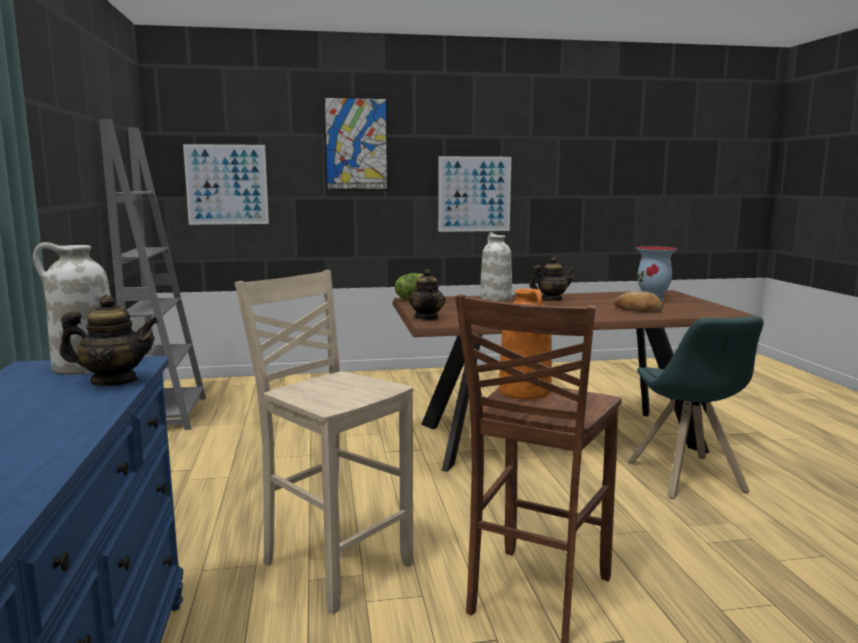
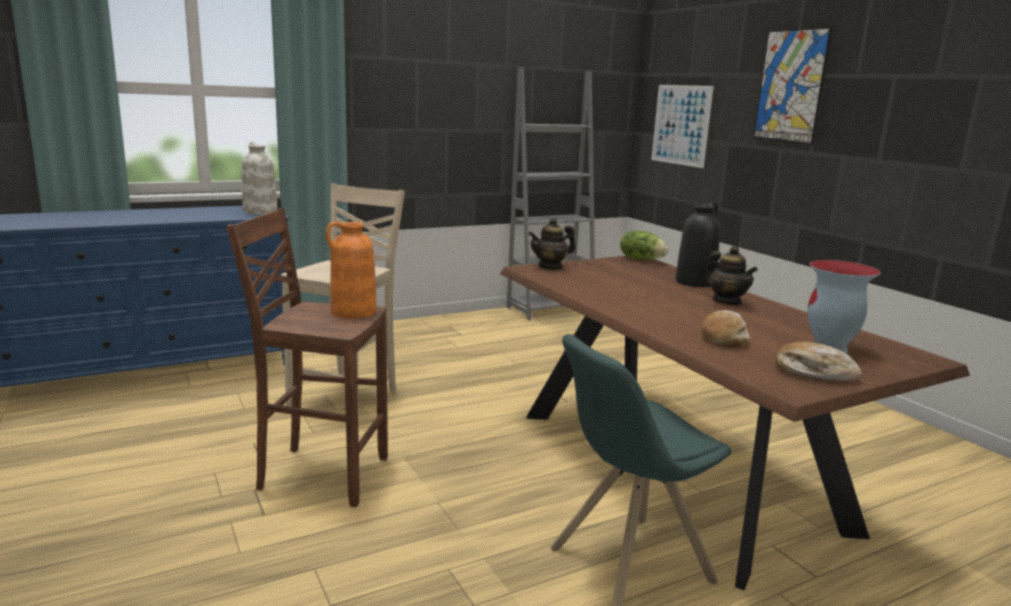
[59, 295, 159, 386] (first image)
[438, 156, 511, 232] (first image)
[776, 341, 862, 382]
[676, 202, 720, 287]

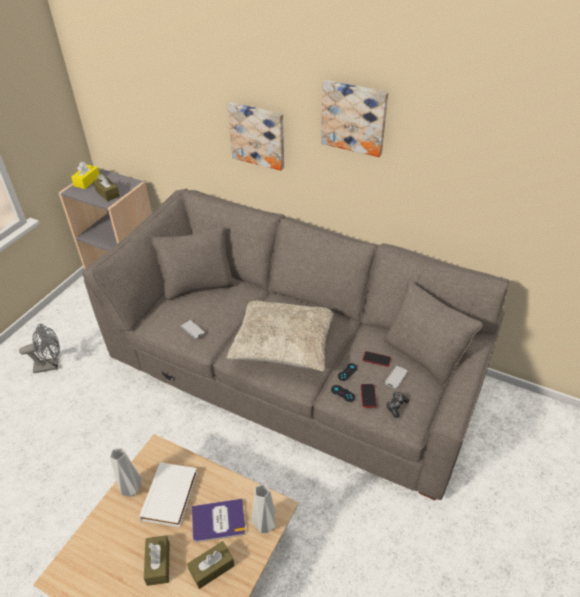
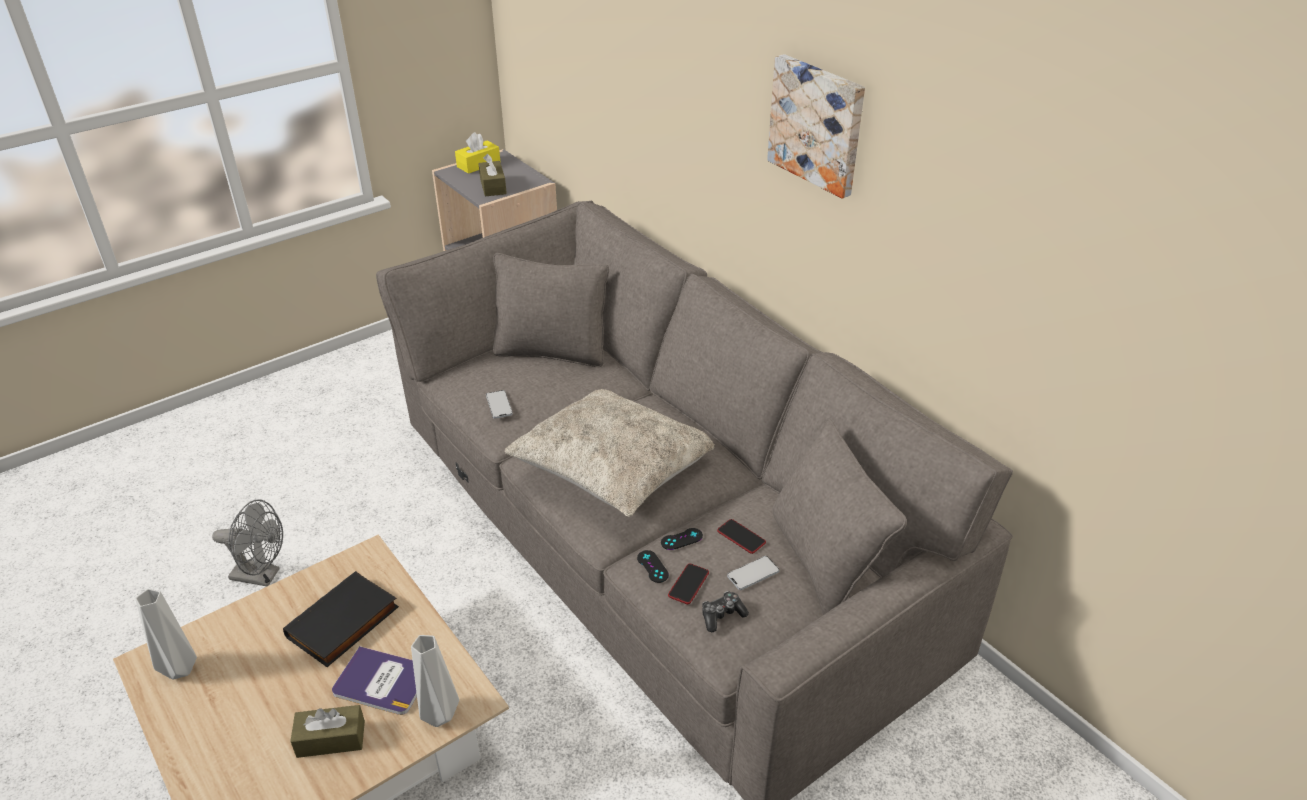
[144, 535, 170, 586] (first image)
[228, 102, 284, 171] (first image)
[212, 499, 283, 586]
[135, 589, 197, 680]
[283, 571, 399, 667]

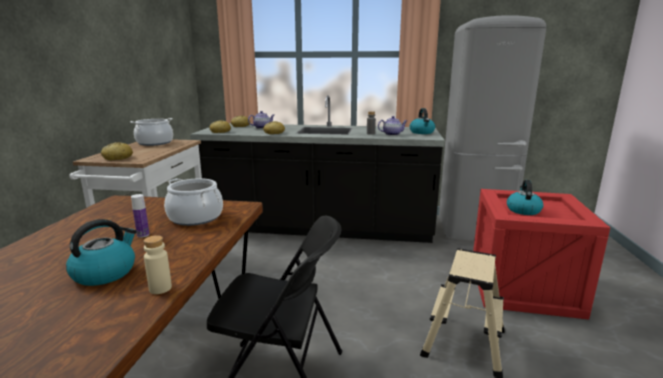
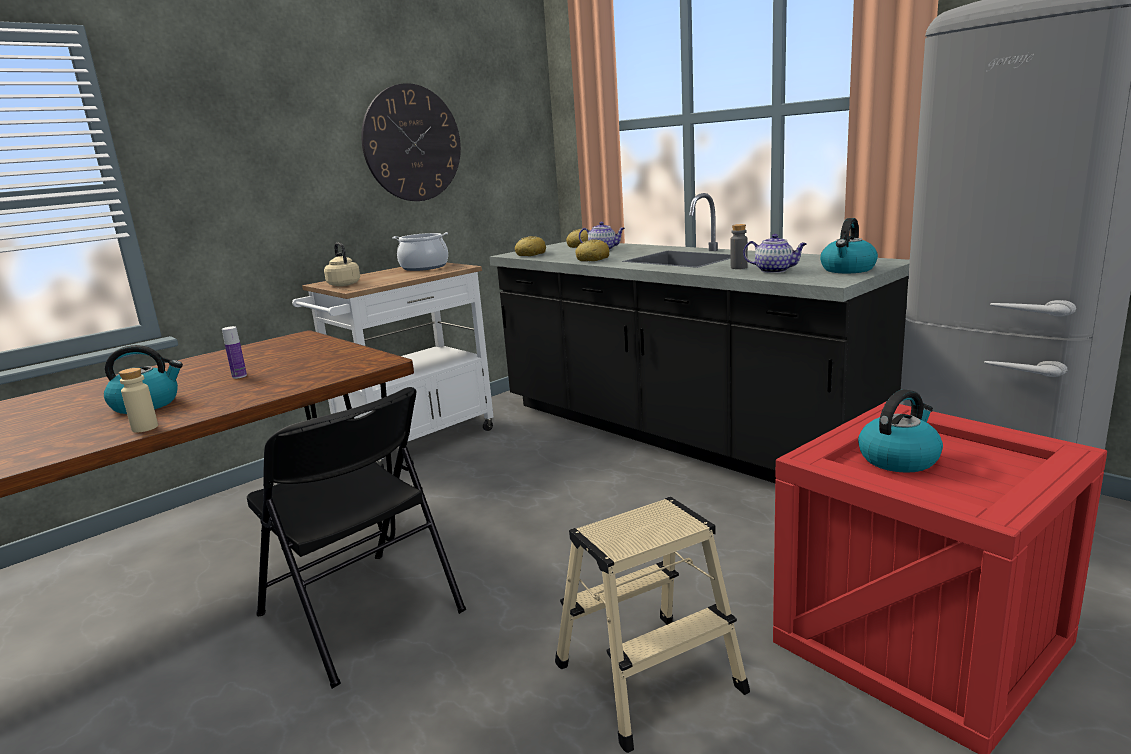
[164, 178, 223, 226] (first image)
[361, 83, 461, 201]
[324, 243, 360, 286]

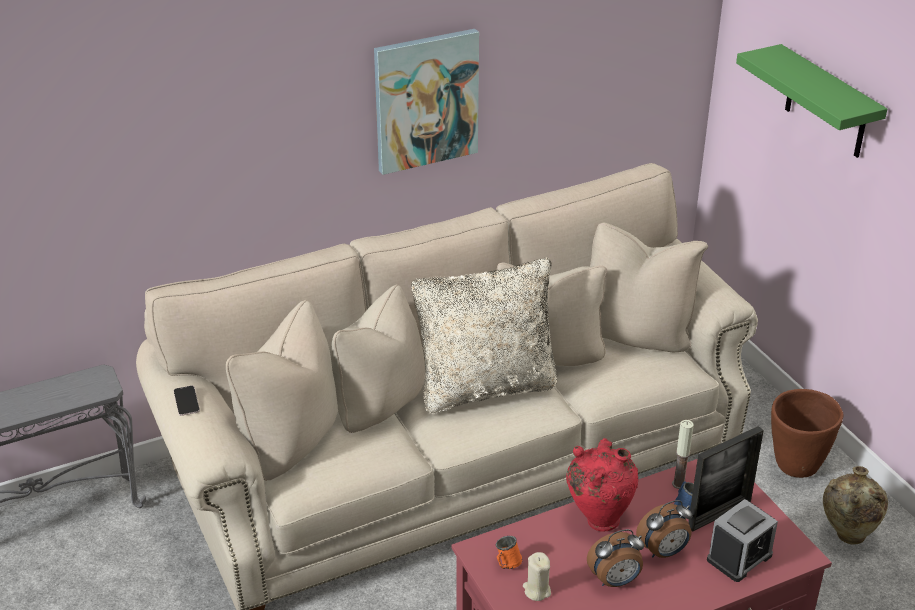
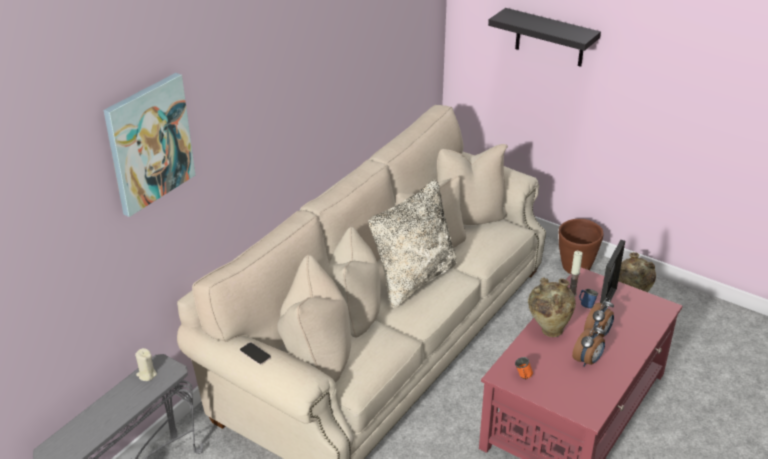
[707, 499, 778, 582] (first image)
[104, 73, 195, 217]
[135, 348, 157, 381]
[528, 277, 576, 337]
[488, 8, 601, 67]

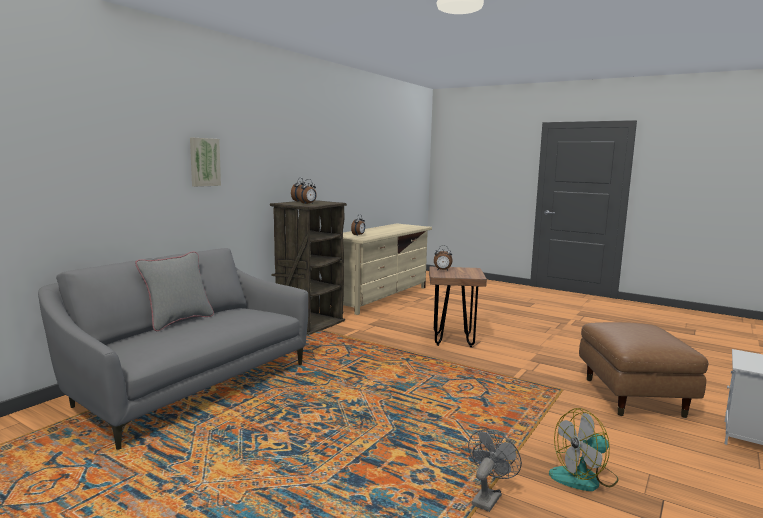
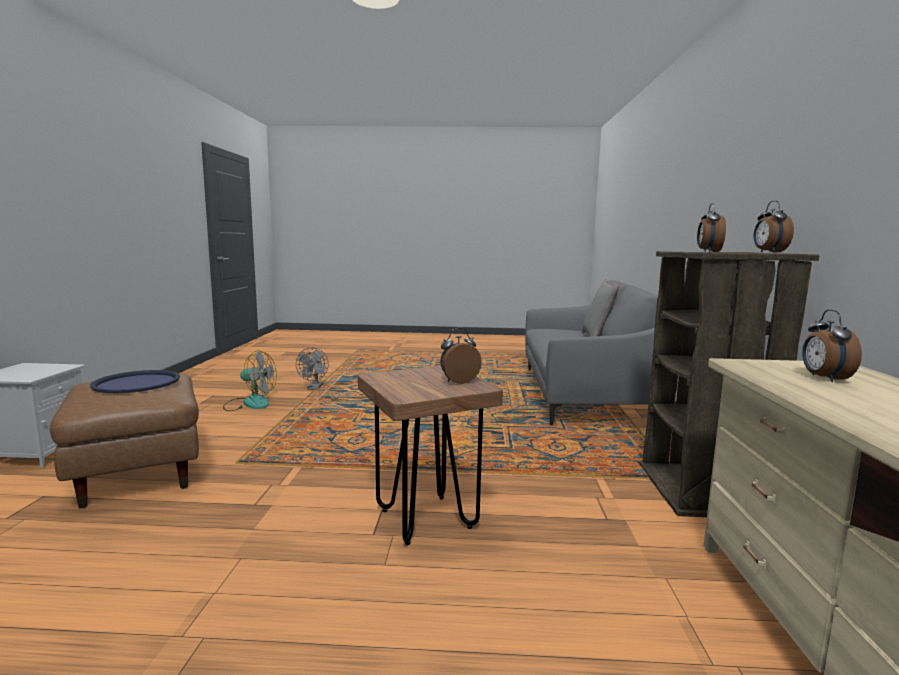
[190, 138, 221, 187] (first image)
[90, 370, 180, 393]
[223, 350, 277, 411]

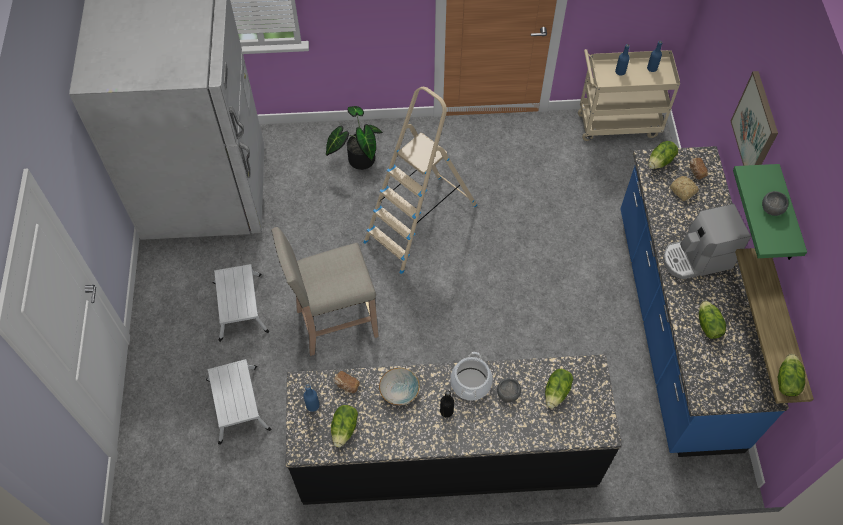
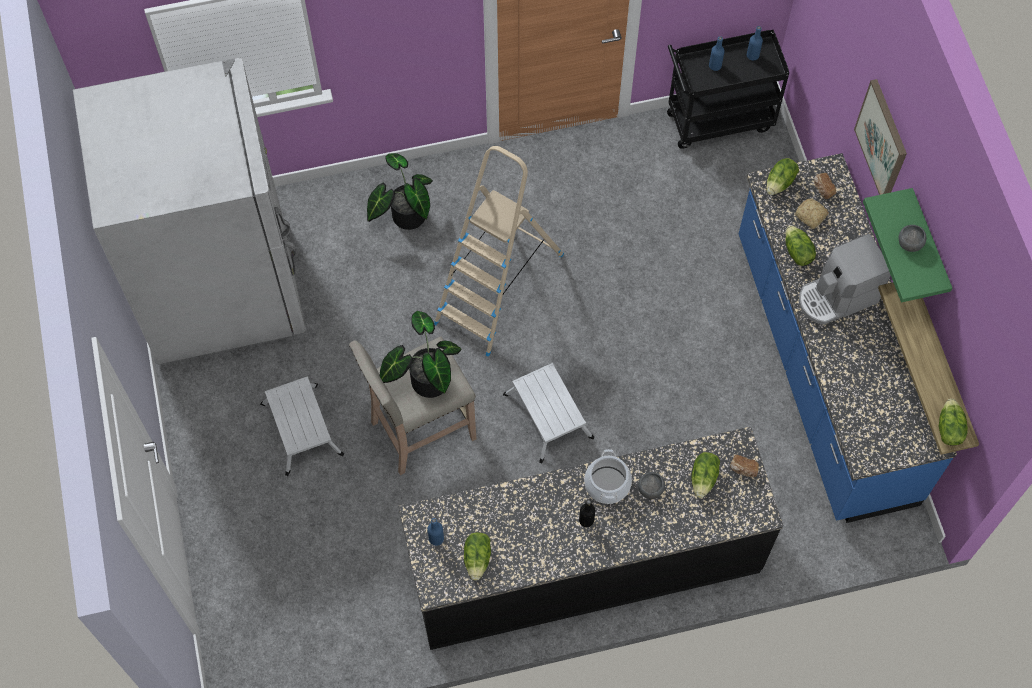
[379, 368, 420, 405] (first image)
[380, 311, 462, 398]
[503, 363, 594, 463]
[730, 455, 759, 477]
[785, 225, 816, 266]
[667, 30, 789, 149]

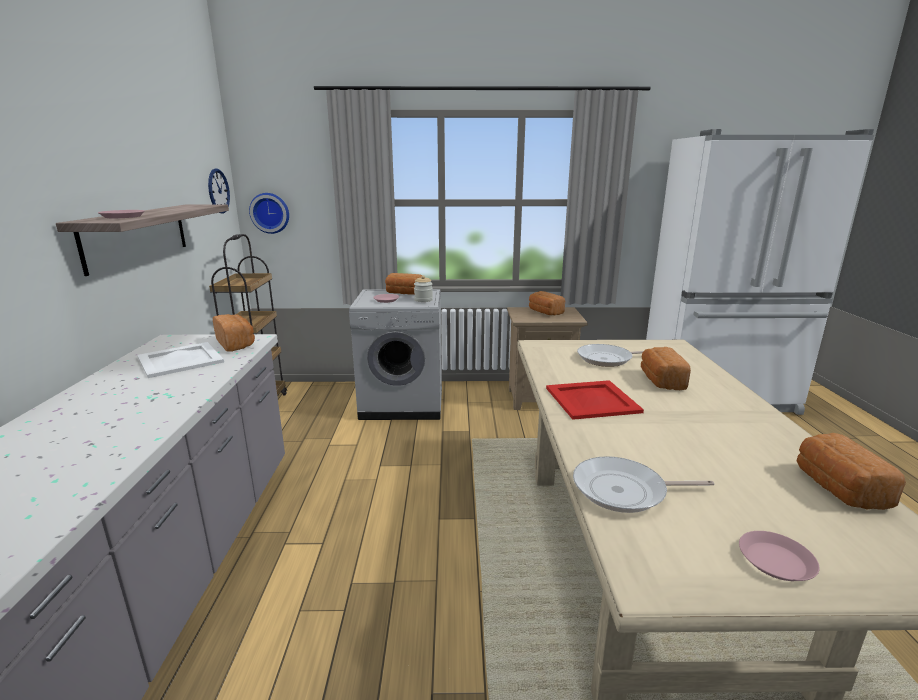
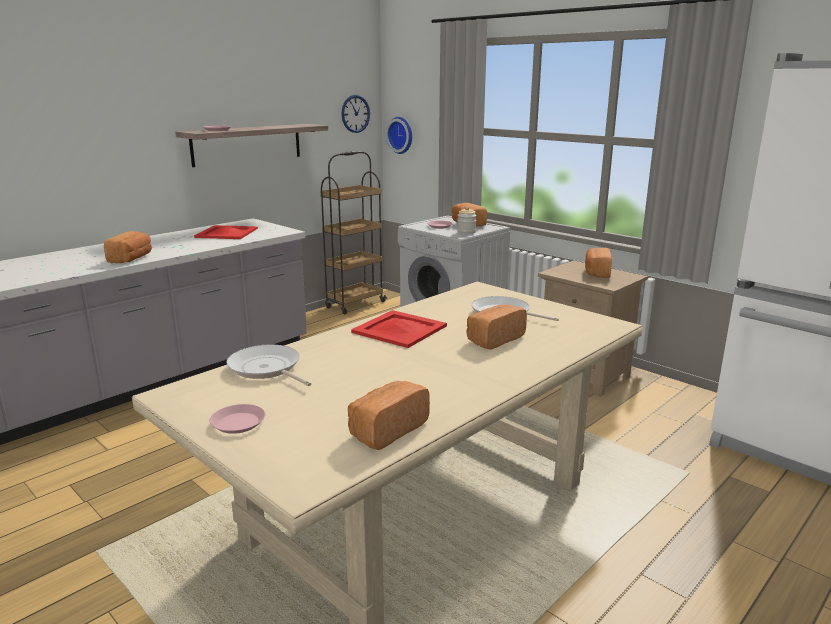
[104, 231, 152, 263]
[194, 225, 258, 239]

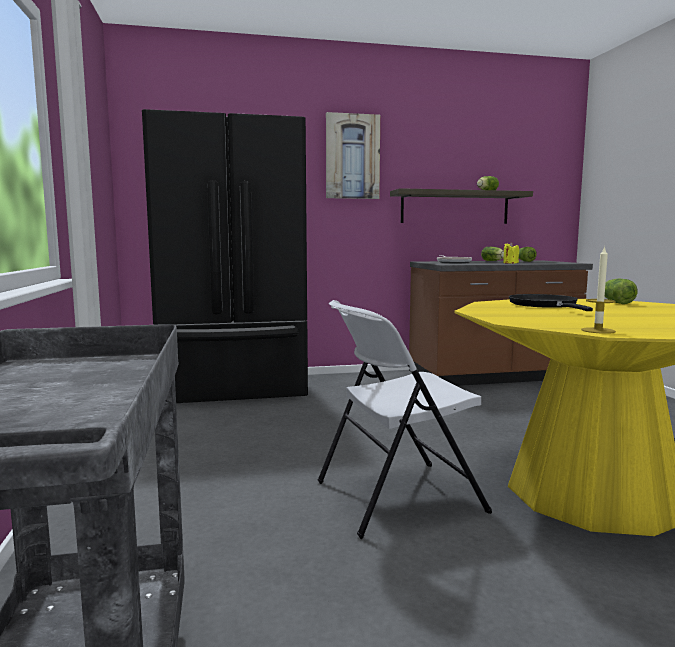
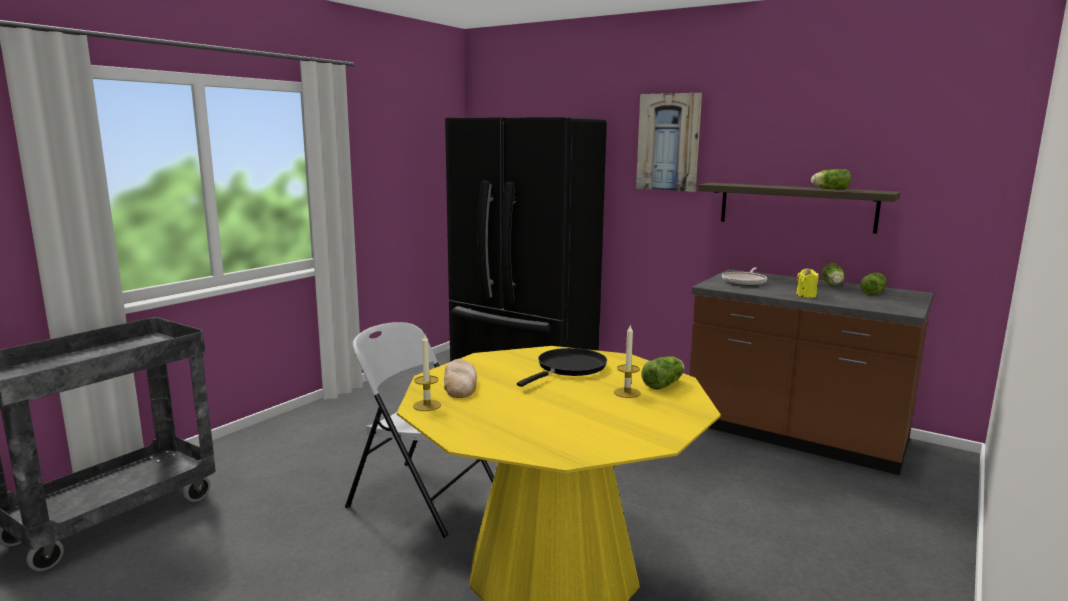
[444, 359, 477, 398]
[614, 324, 641, 398]

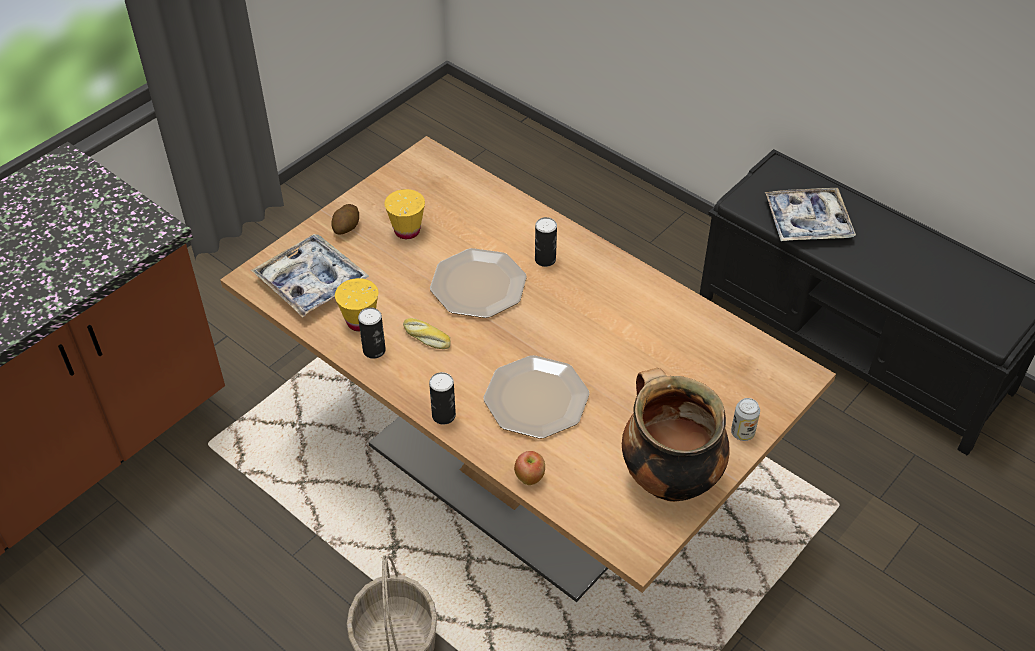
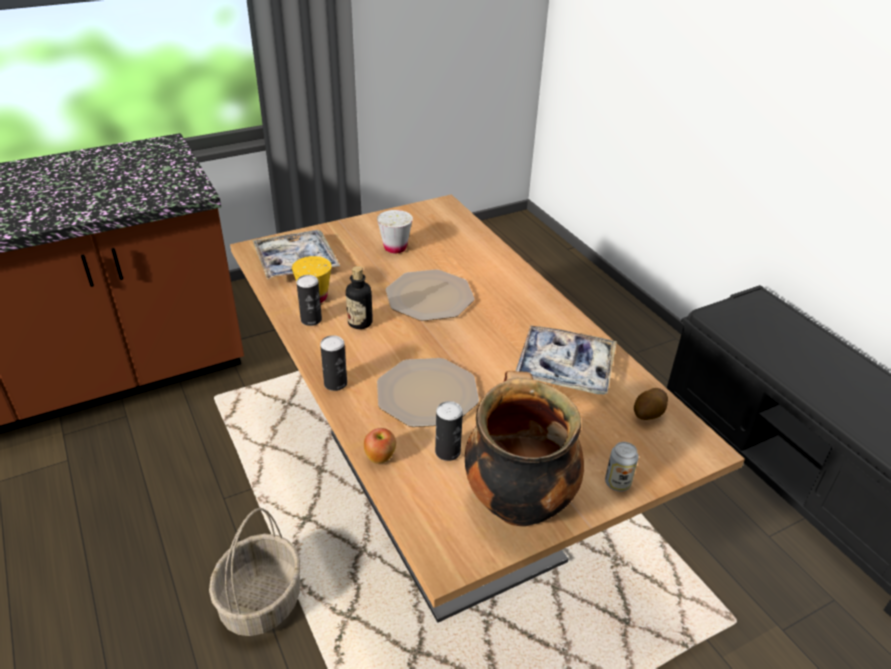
[634, 388, 668, 420]
[435, 401, 463, 461]
[516, 325, 617, 395]
[346, 266, 373, 329]
[377, 210, 413, 253]

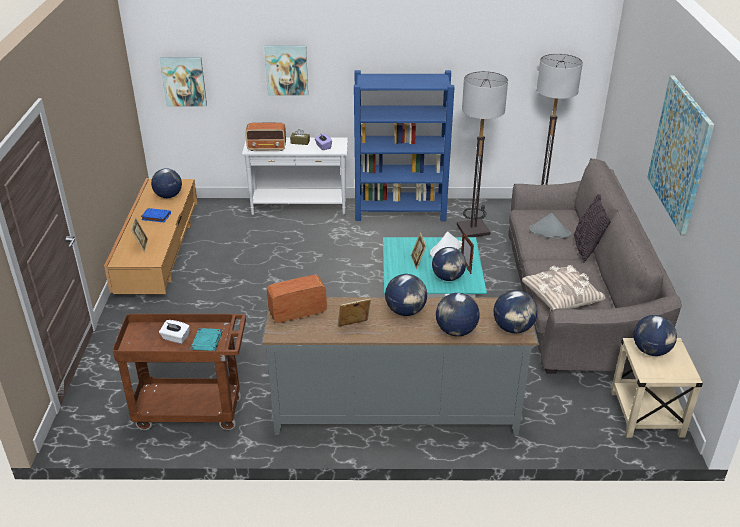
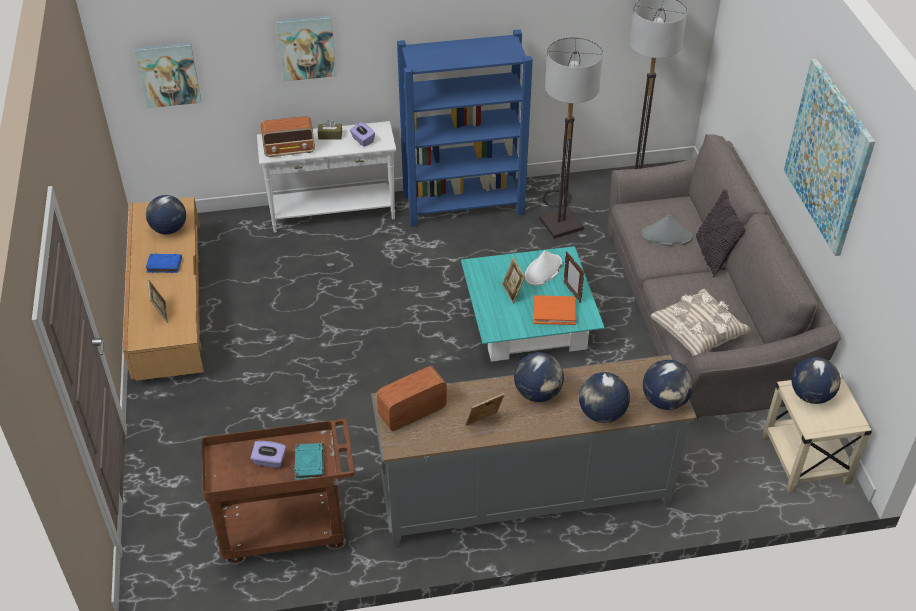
[534, 295, 576, 325]
[251, 441, 286, 468]

